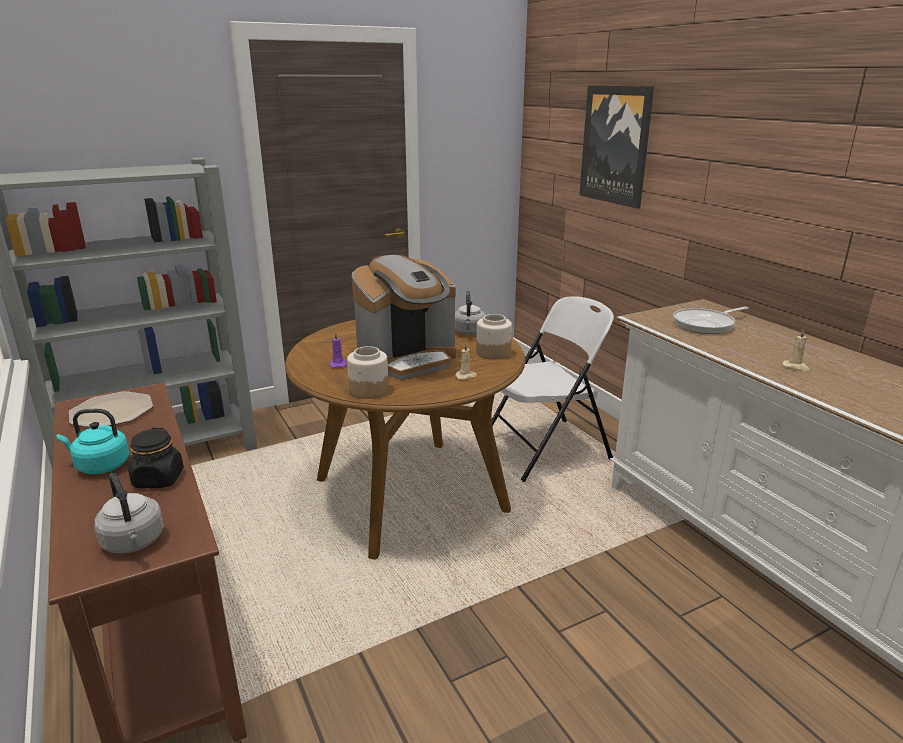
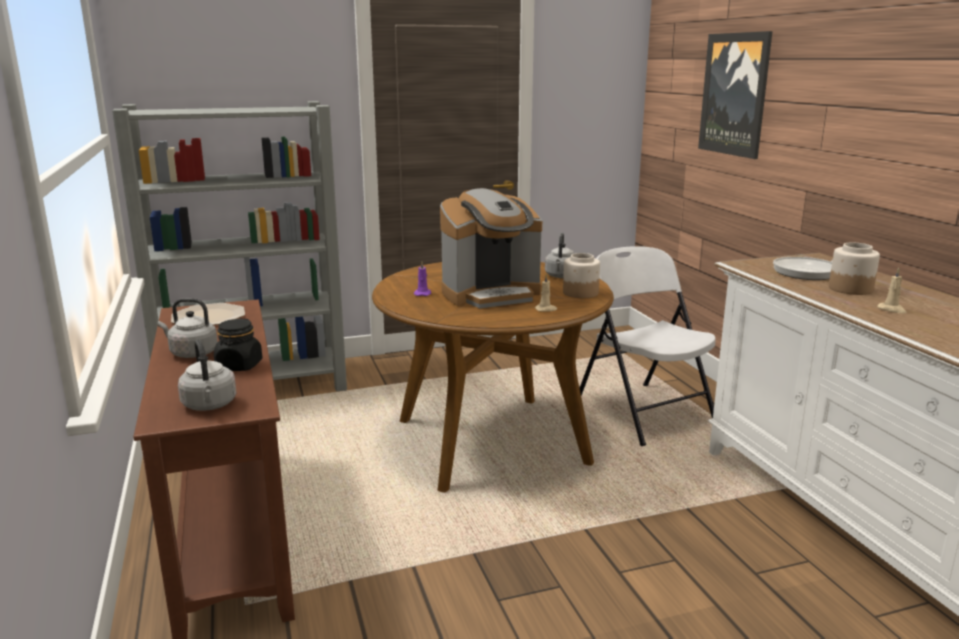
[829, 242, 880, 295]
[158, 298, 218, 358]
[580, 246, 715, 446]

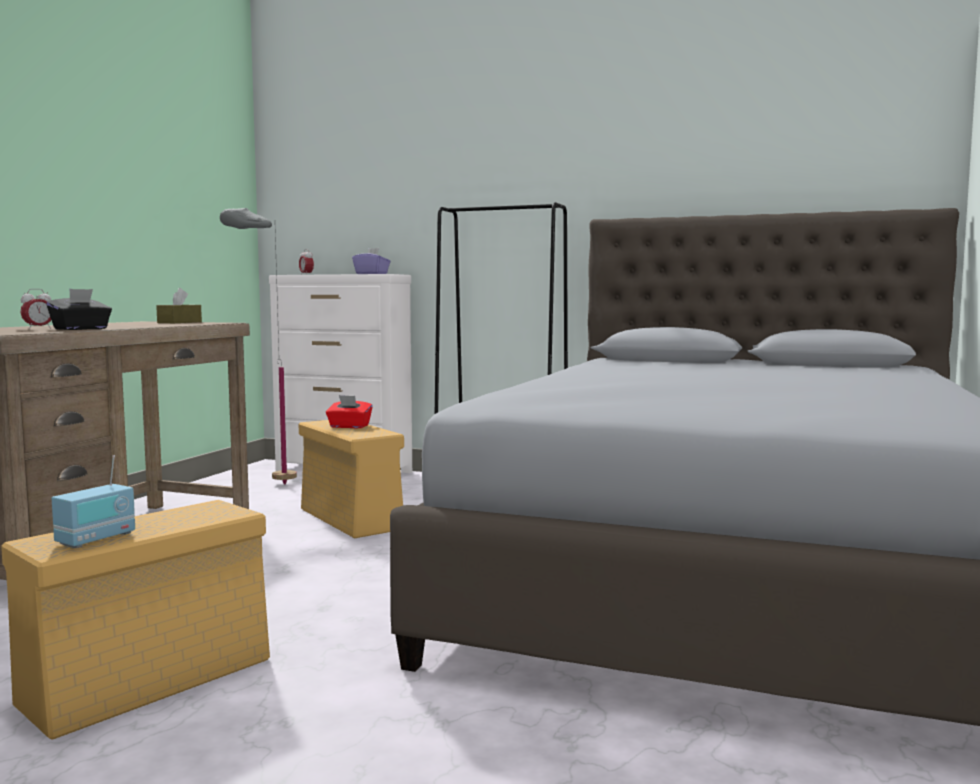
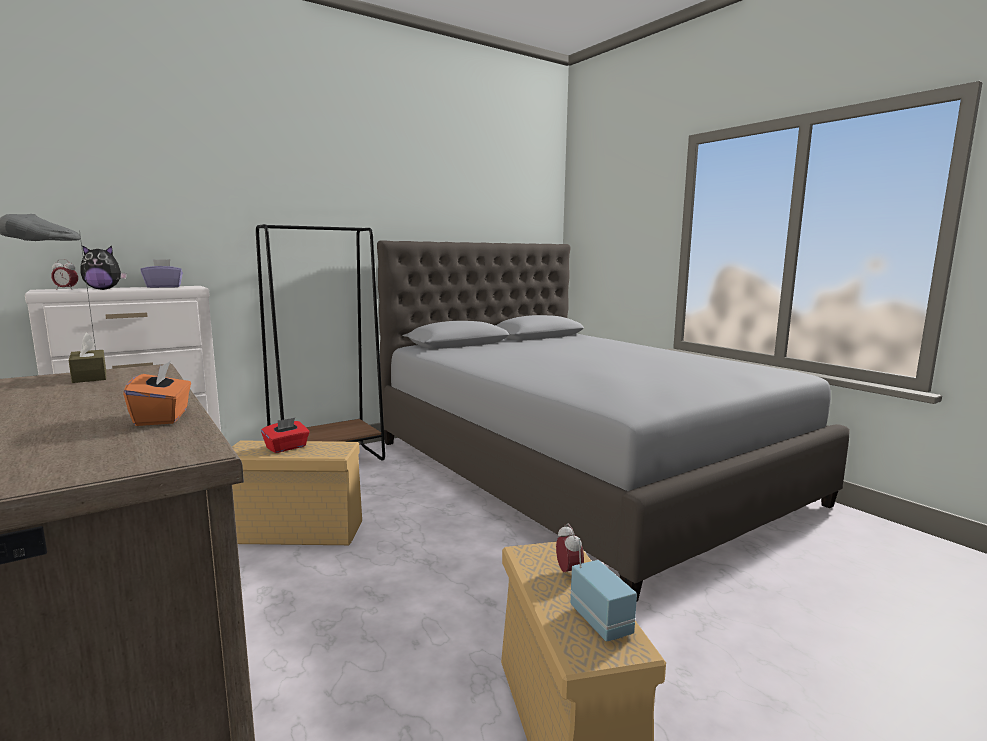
[80, 245, 127, 290]
[556, 523, 584, 572]
[123, 361, 191, 426]

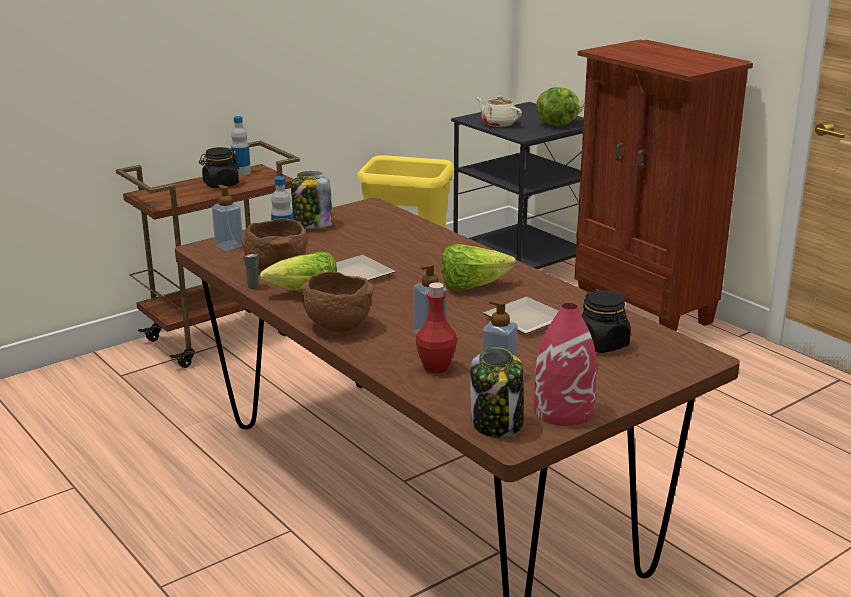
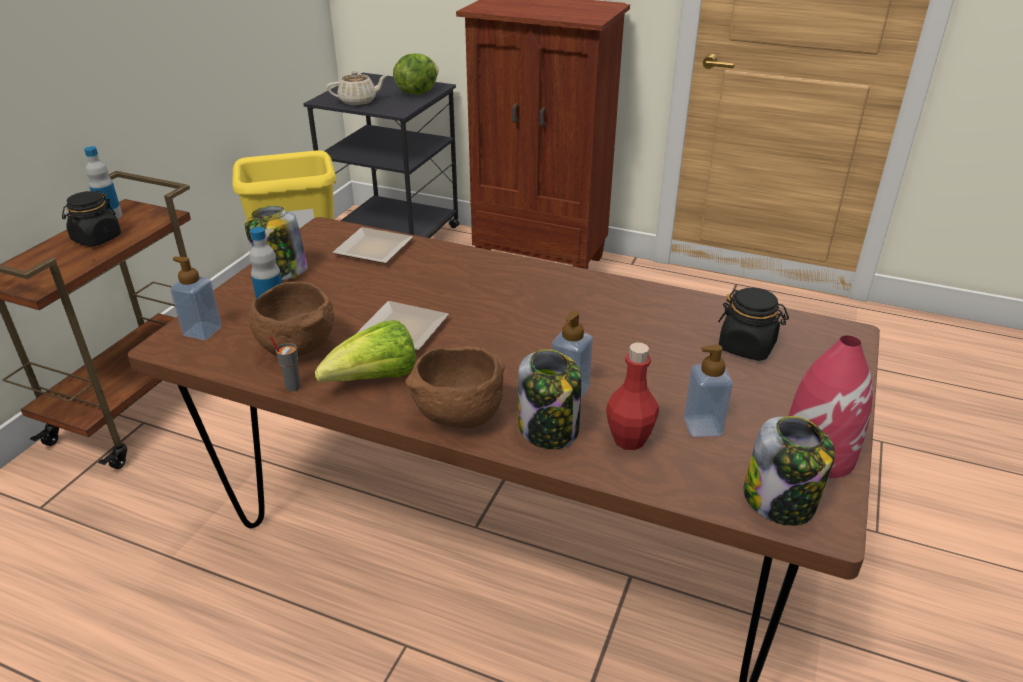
[441, 244, 516, 290] (first image)
[518, 349, 581, 449]
[332, 227, 413, 264]
[327, 71, 388, 106]

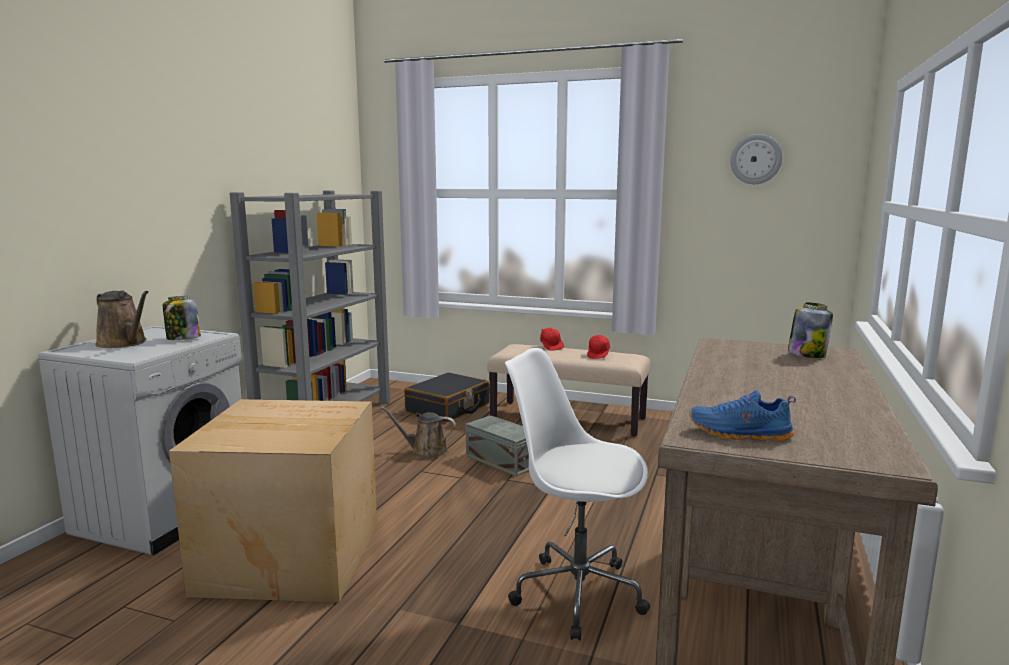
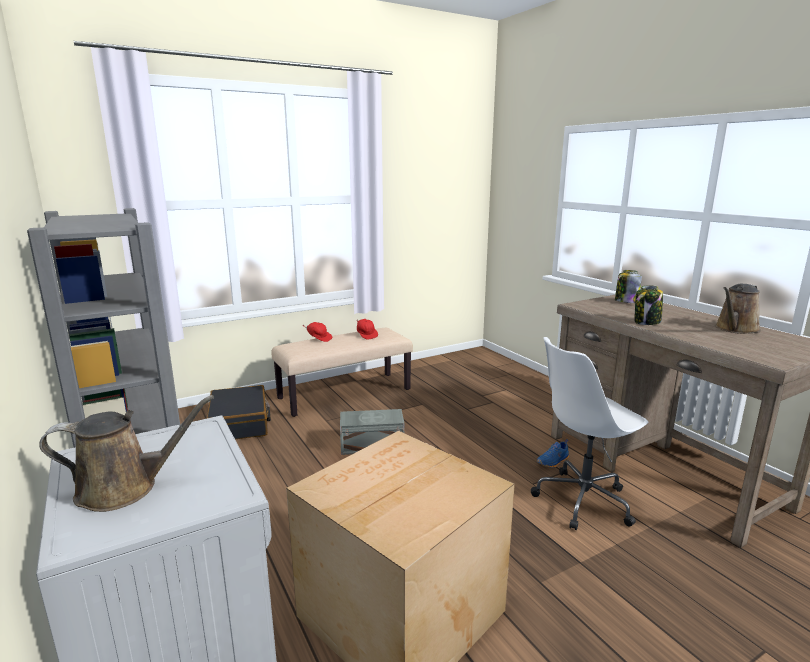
[730, 134, 782, 184] (first image)
[634, 285, 663, 325]
[715, 284, 761, 334]
[537, 439, 569, 468]

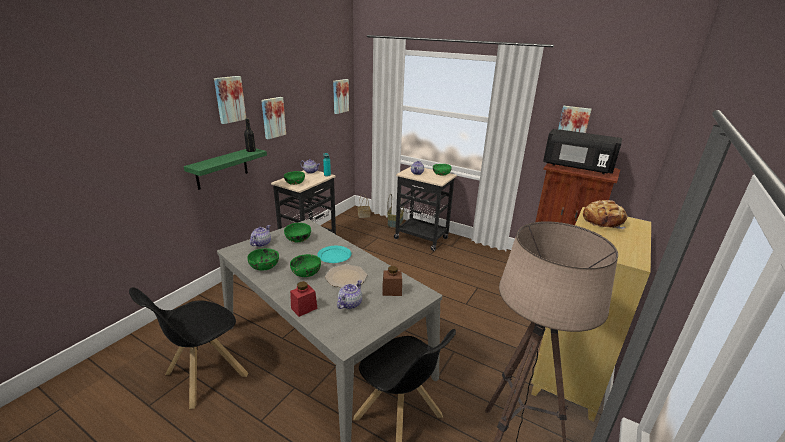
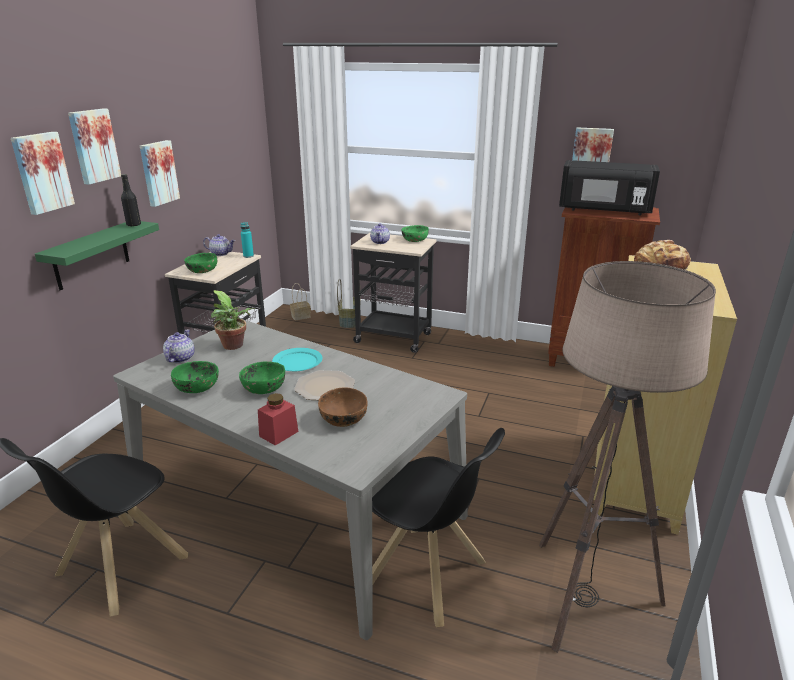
[382, 266, 402, 296] (first image)
[11, 132, 75, 215]
[211, 290, 255, 350]
[318, 387, 367, 427]

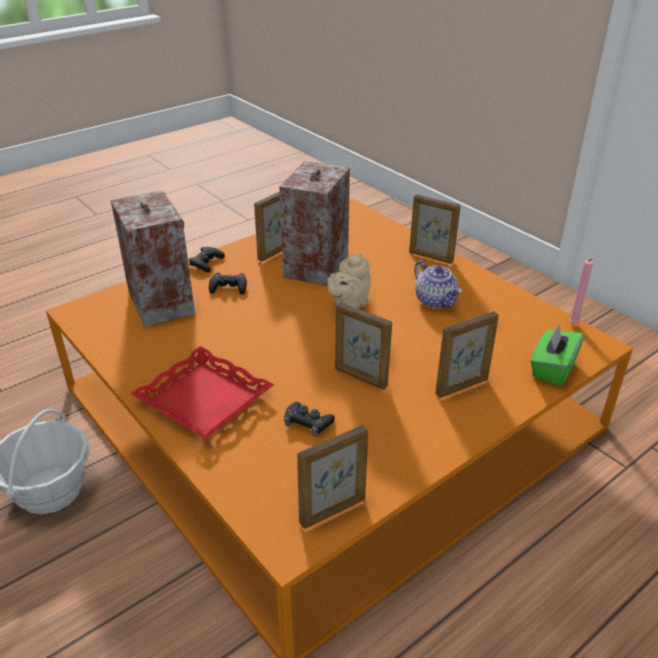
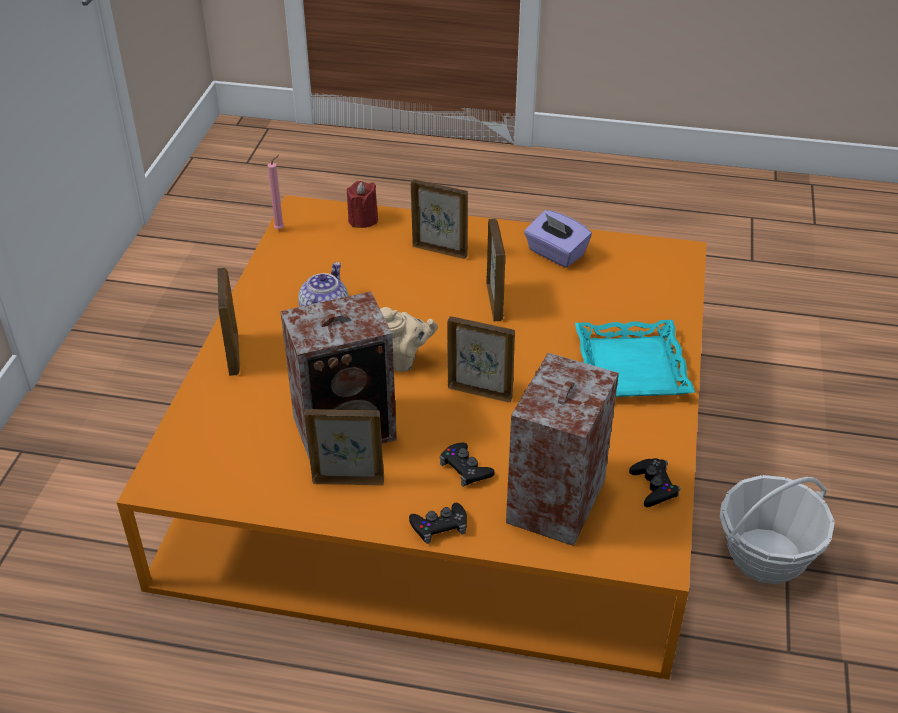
[524, 210, 592, 268]
[629, 458, 680, 507]
[447, 316, 515, 403]
[347, 181, 378, 228]
[575, 320, 695, 397]

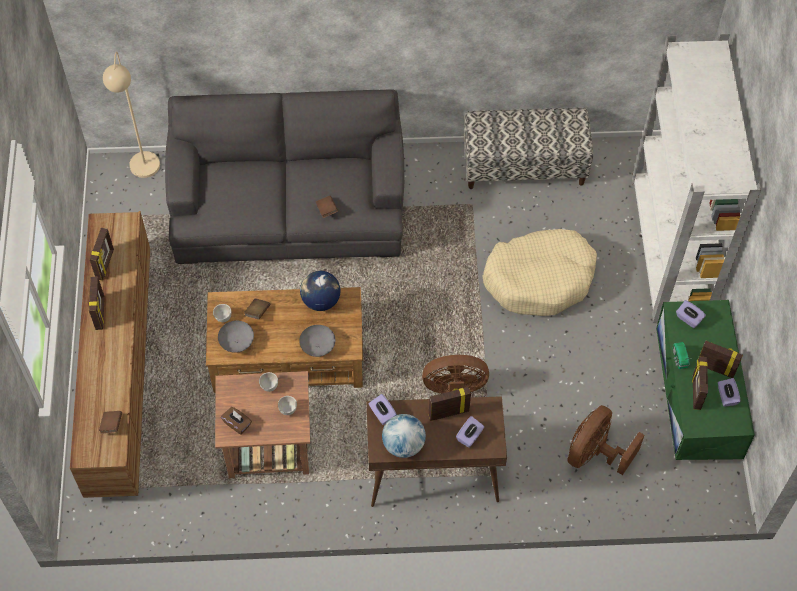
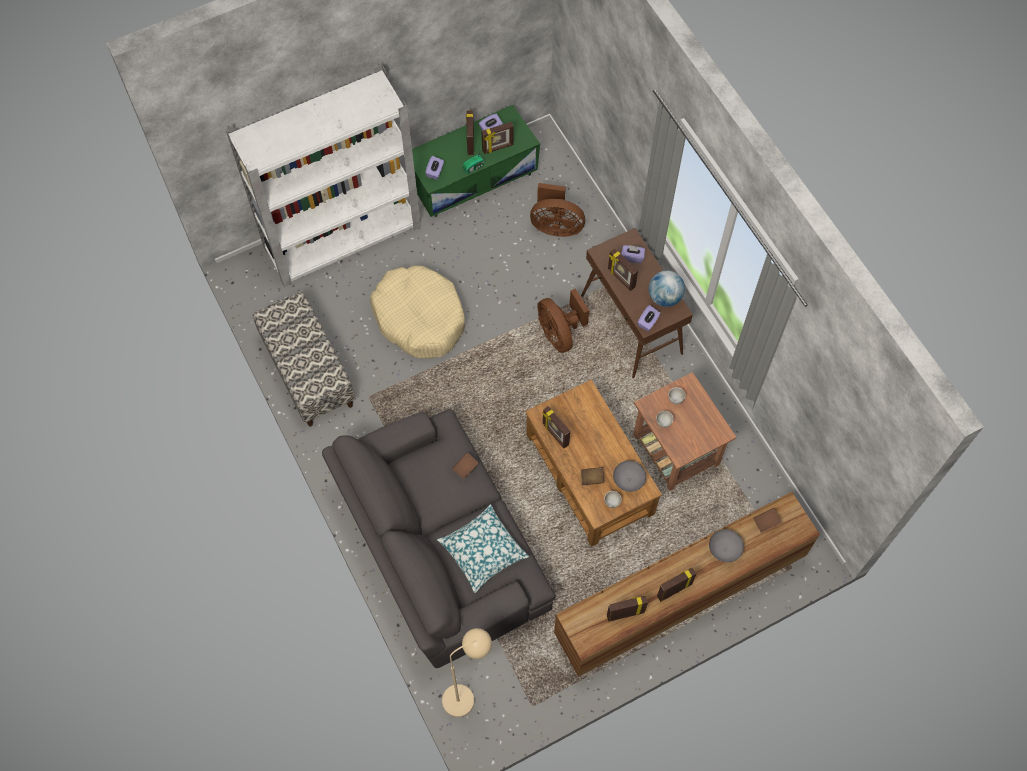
[221, 407, 252, 435] (first image)
[437, 504, 529, 593]
[709, 529, 744, 562]
[542, 406, 570, 449]

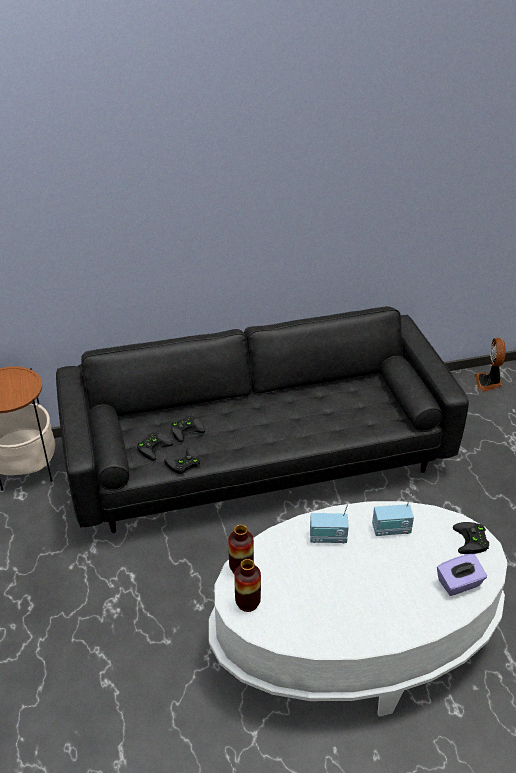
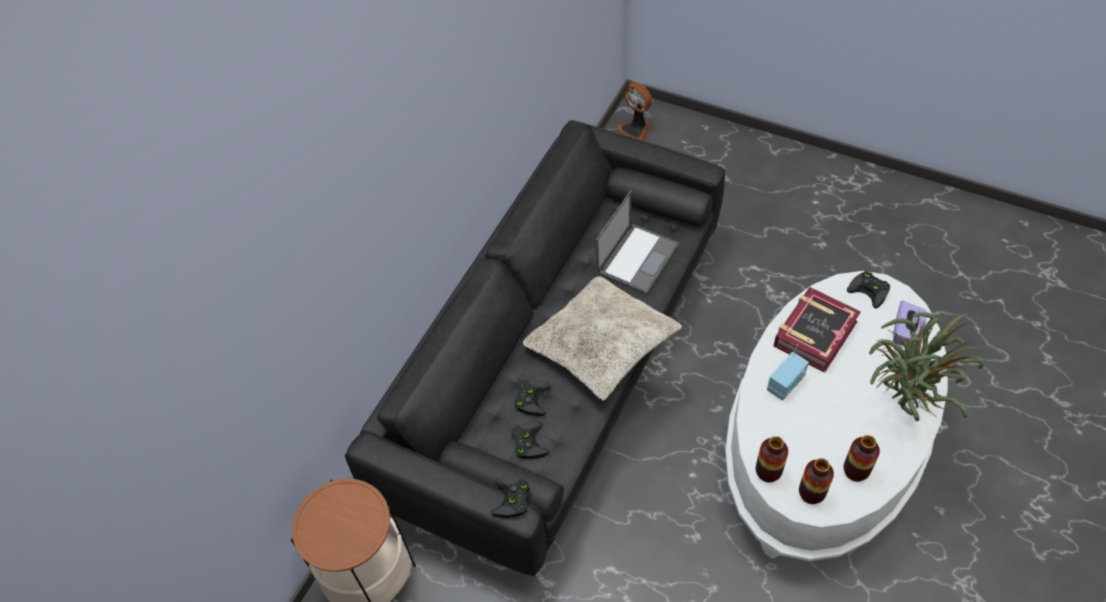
[523, 276, 682, 401]
[596, 190, 679, 295]
[843, 435, 880, 482]
[869, 311, 984, 421]
[491, 476, 530, 518]
[774, 287, 861, 373]

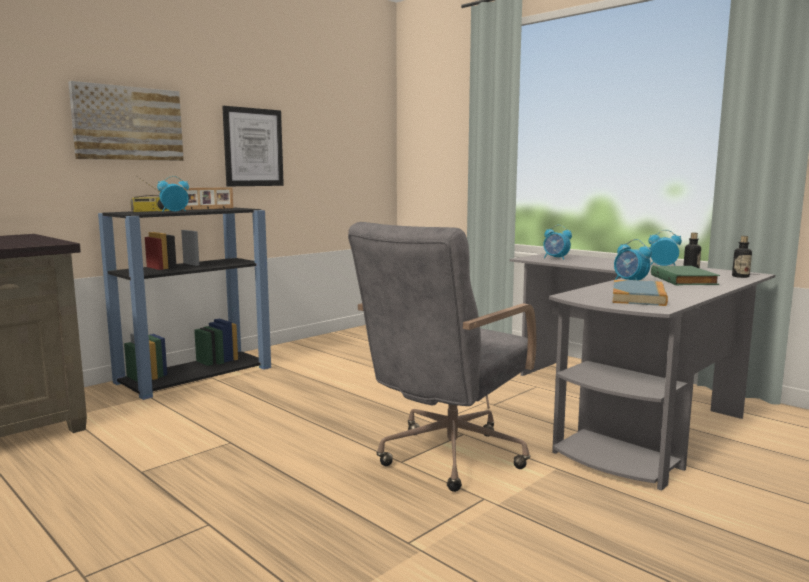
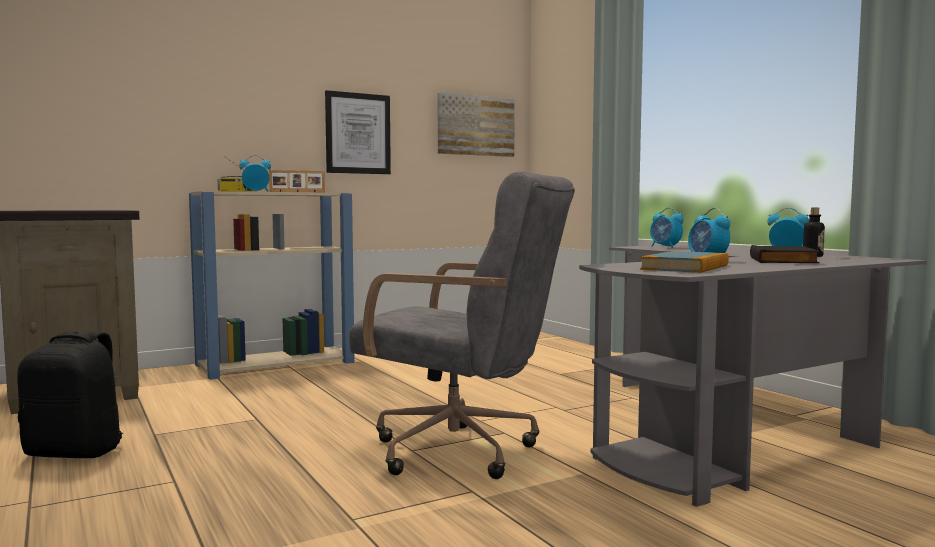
[732, 236, 752, 278] (first image)
[17, 331, 123, 458]
[438, 92, 515, 157]
[189, 191, 355, 380]
[750, 245, 819, 263]
[349, 172, 575, 479]

